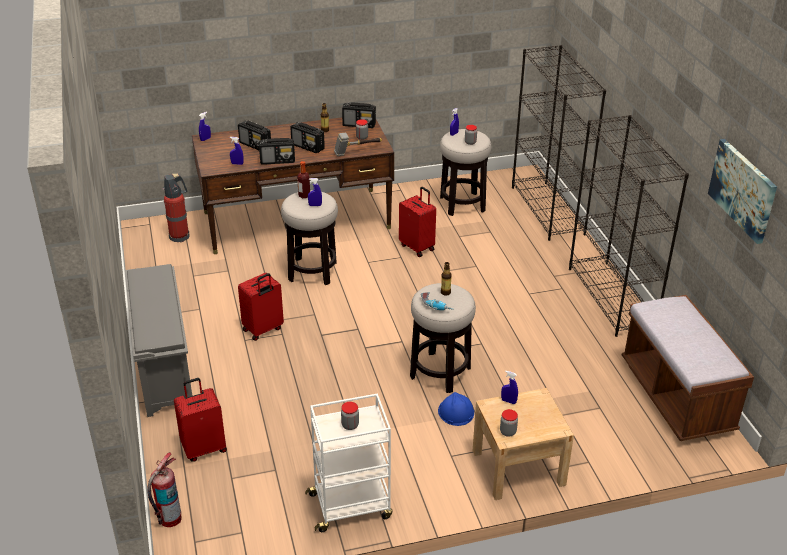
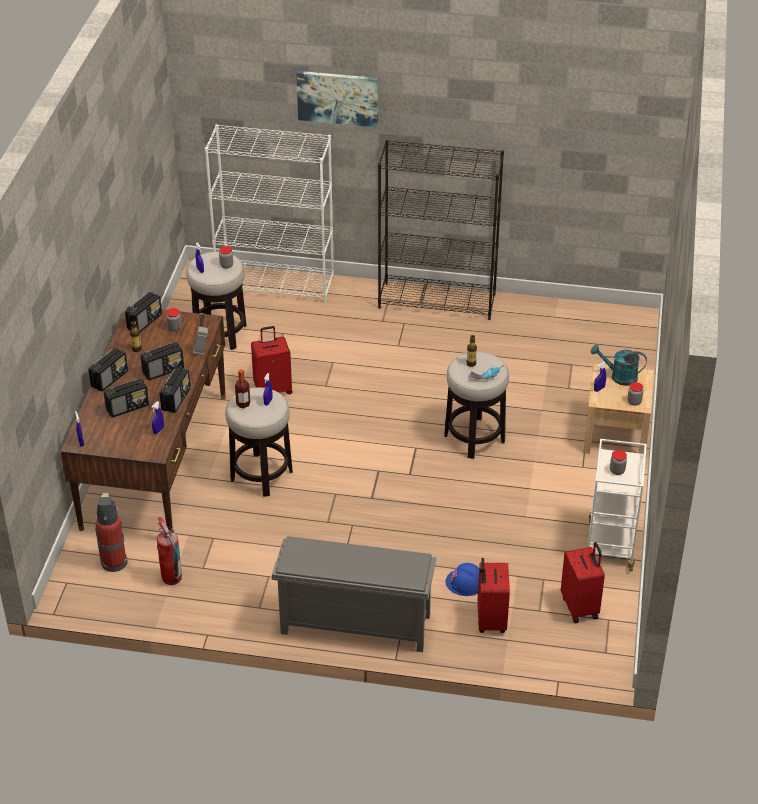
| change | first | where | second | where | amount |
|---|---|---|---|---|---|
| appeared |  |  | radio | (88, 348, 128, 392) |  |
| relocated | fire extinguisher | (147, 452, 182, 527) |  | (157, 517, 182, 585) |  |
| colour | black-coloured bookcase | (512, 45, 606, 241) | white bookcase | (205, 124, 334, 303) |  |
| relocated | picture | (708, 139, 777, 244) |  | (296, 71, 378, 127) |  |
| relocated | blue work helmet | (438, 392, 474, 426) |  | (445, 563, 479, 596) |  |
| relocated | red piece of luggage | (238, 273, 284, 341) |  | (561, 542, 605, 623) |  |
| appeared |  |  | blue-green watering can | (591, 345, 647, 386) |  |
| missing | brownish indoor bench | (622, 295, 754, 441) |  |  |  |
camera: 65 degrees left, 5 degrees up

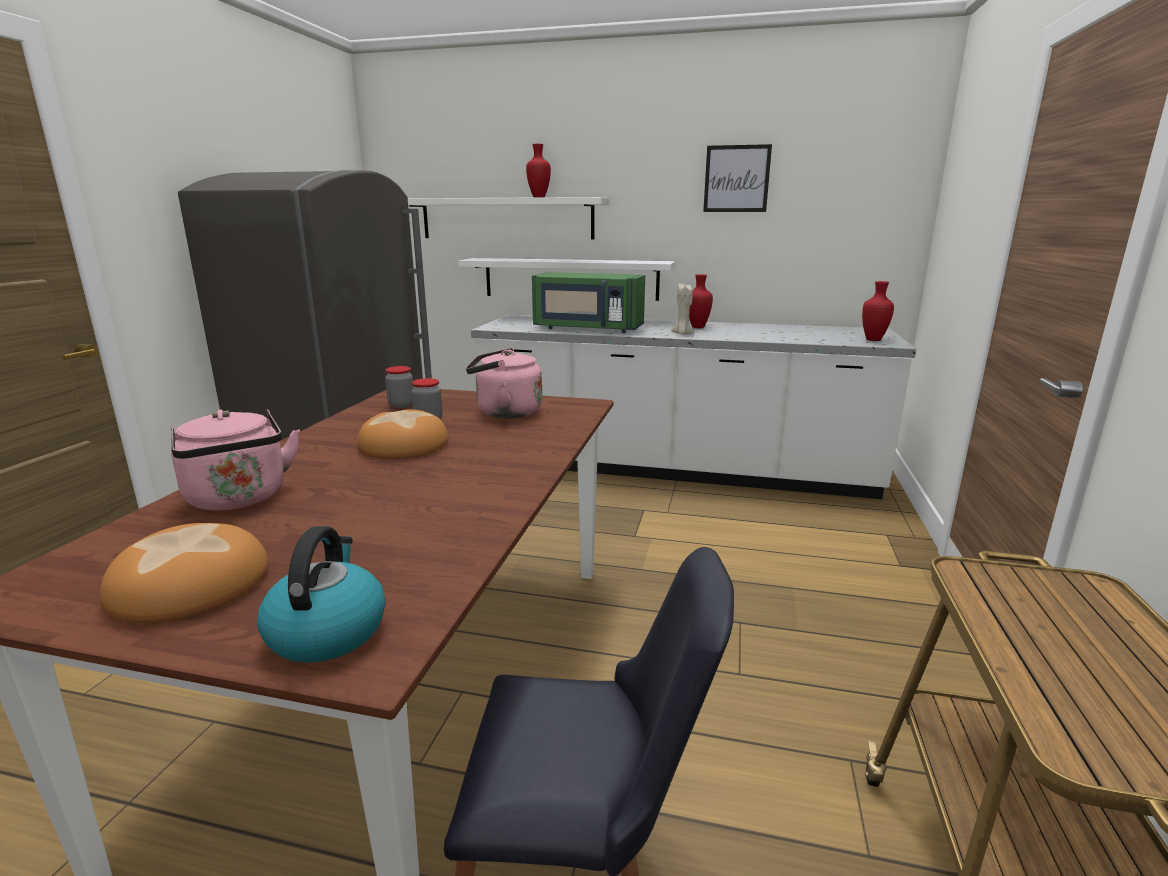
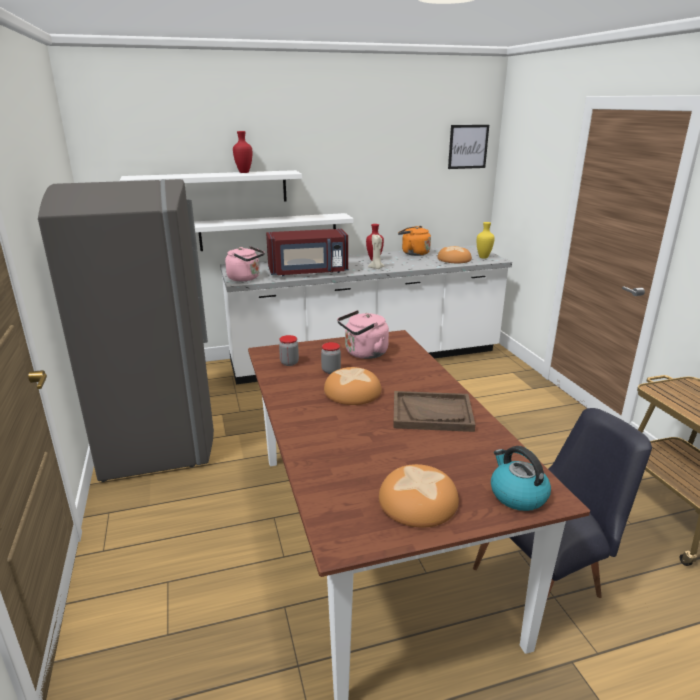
| change | first | where | second | where | amount |
|---|---|---|---|---|---|
| relocated | pink-coloured water kettle | (170, 410, 300, 510) |  | (225, 246, 265, 281) |  |
| colour | green-coloured microwave oven | (532, 272, 645, 333) | red microwave oven | (266, 229, 348, 276) |  |
| appeared |  |  | brownish carrying tray | (393, 391, 475, 432) |  |
| appeared |  |  | orangey water kettle | (398, 226, 431, 256) |  |
| appeared |  |  | baked bread | (437, 246, 472, 263) |  |
| relocated | picture | (703, 144, 772, 212) |  | (448, 125, 489, 169) |  |
| colour | red vase | (862, 281, 894, 341) | yellow vase | (477, 222, 495, 259) |  |
camera: 30 degrees left, 5 degrees up

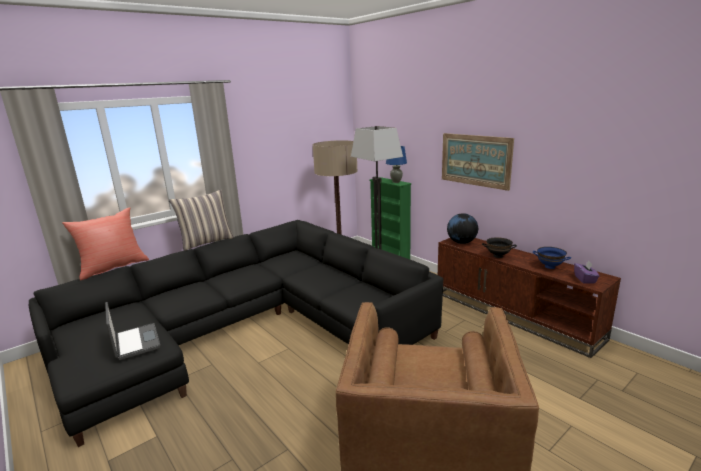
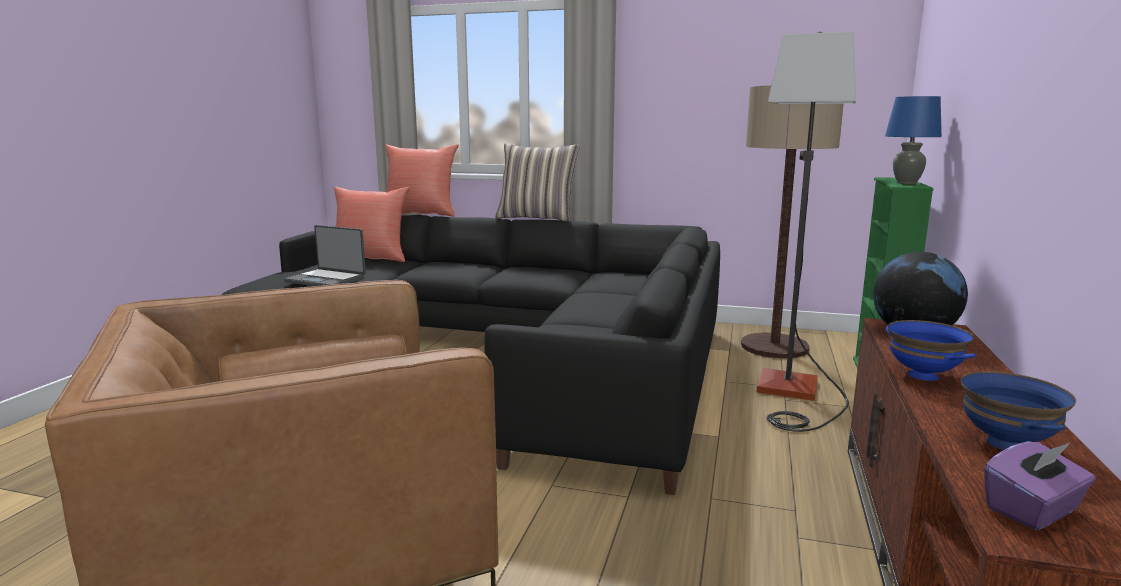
| change | first | where | second | where | amount |
|---|---|---|---|---|---|
| spun | notebook computer | (105, 302, 161, 360) |  | (284, 225, 366, 286) | 90 degrees clockwise |
| appeared |  |  | red pillow | (334, 186, 409, 262) |  |
| colour | black-coloured deep dish | (482, 237, 517, 258) | blue deep dish | (886, 320, 976, 381) |  |
| missing | picture | (442, 133, 514, 191) |  |  |  |
camera: 55 degrees right, 5 degrees down

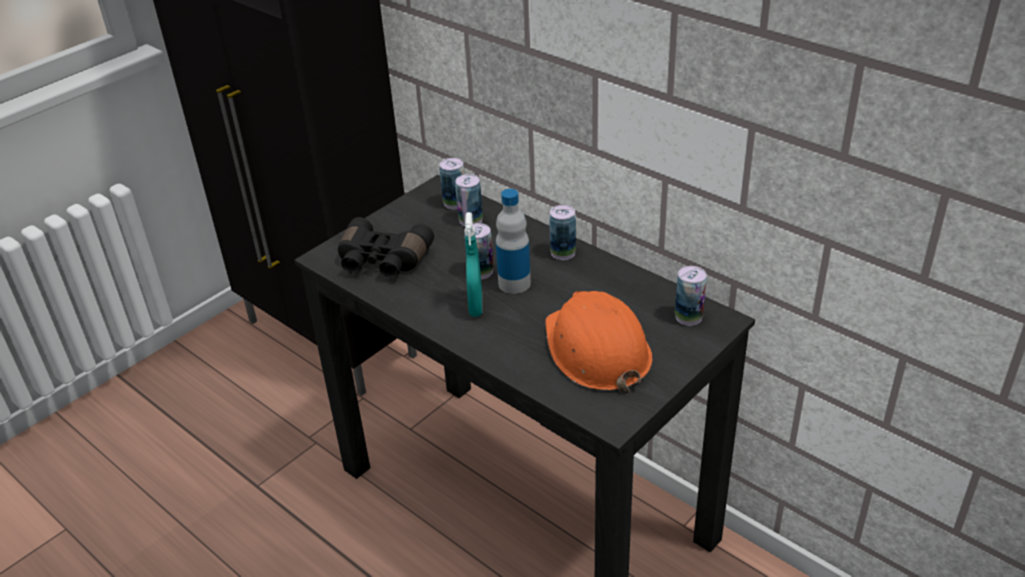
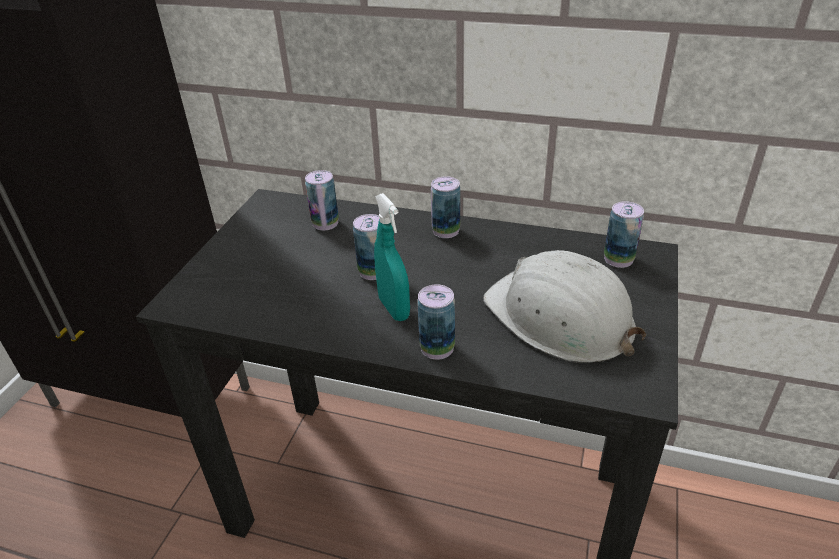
| change | first | where | second | where | amount |
|---|---|---|---|---|---|
| relocated | metal can | (439, 158, 465, 210) |  | (417, 284, 455, 360) |  |
| colour | orangey work helmet | (545, 291, 653, 393) | white work helmet | (483, 250, 646, 363) |  |
| missing | black-coloured binoculars | (338, 217, 434, 278) |  |  |  |
| missing | bottle | (496, 189, 531, 294) |  |  |  |
camera: 25 degrees left, 0 degrees up

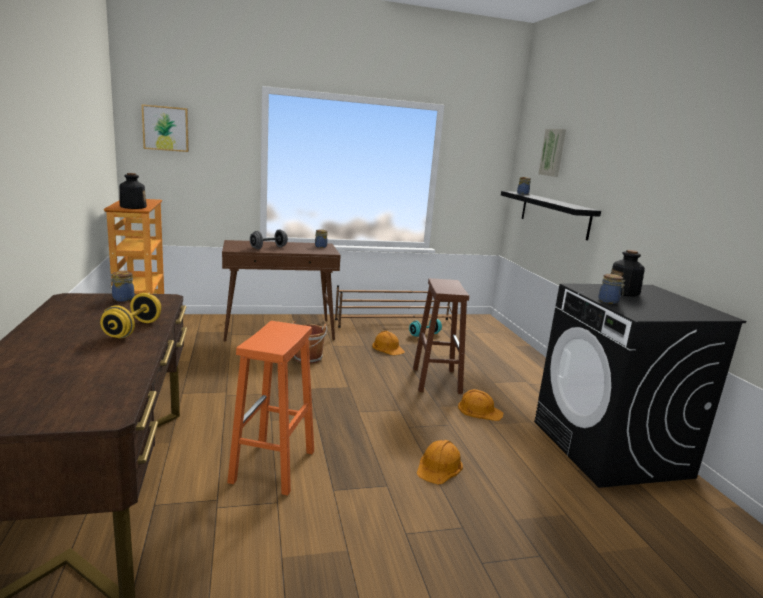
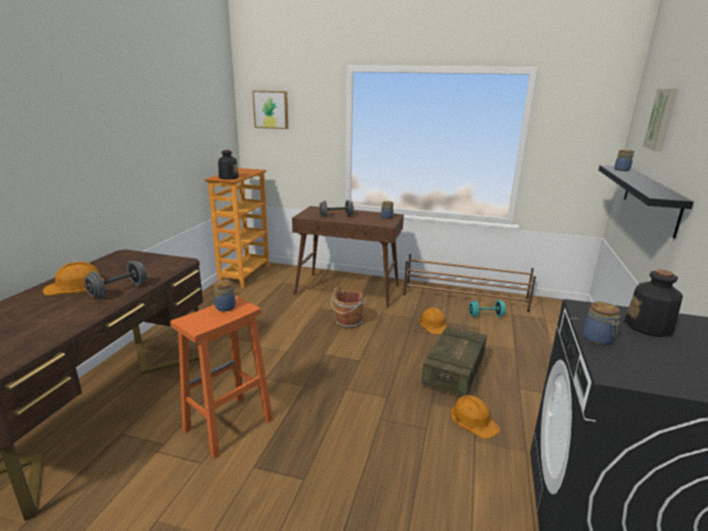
| change | first | where | second | where | amount |
|---|---|---|---|---|---|
| relocated | orangey work helmet | (417, 440, 463, 484) |  | (43, 262, 104, 295) |  |
| colour | yellow free weight | (100, 293, 161, 338) | grey free weight | (84, 260, 147, 298) |  |
| relocated | preserve jar | (110, 271, 134, 302) |  | (214, 280, 236, 311) |  |
| exchanged | brownish stool | (413, 278, 469, 394) | packing crate | (422, 326, 487, 396) |  |
camera: 30 degrees right, 5 degrees up

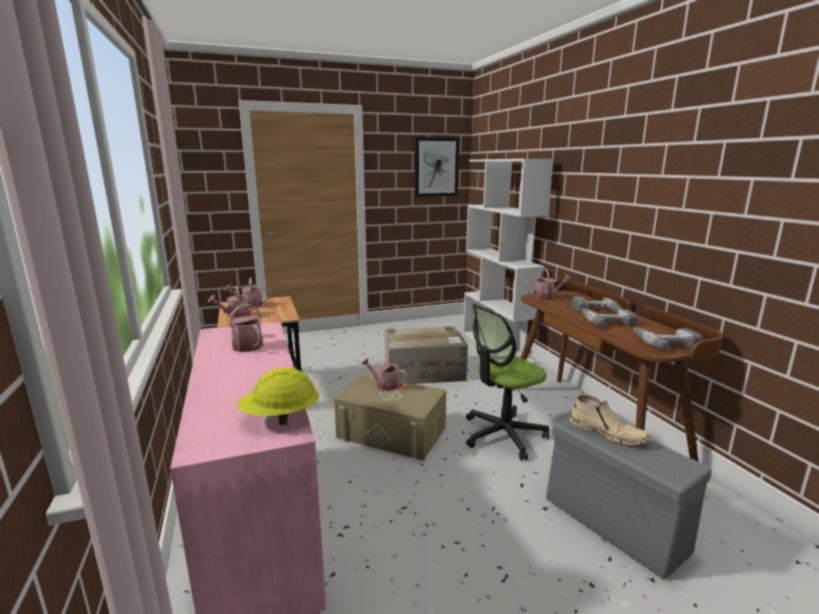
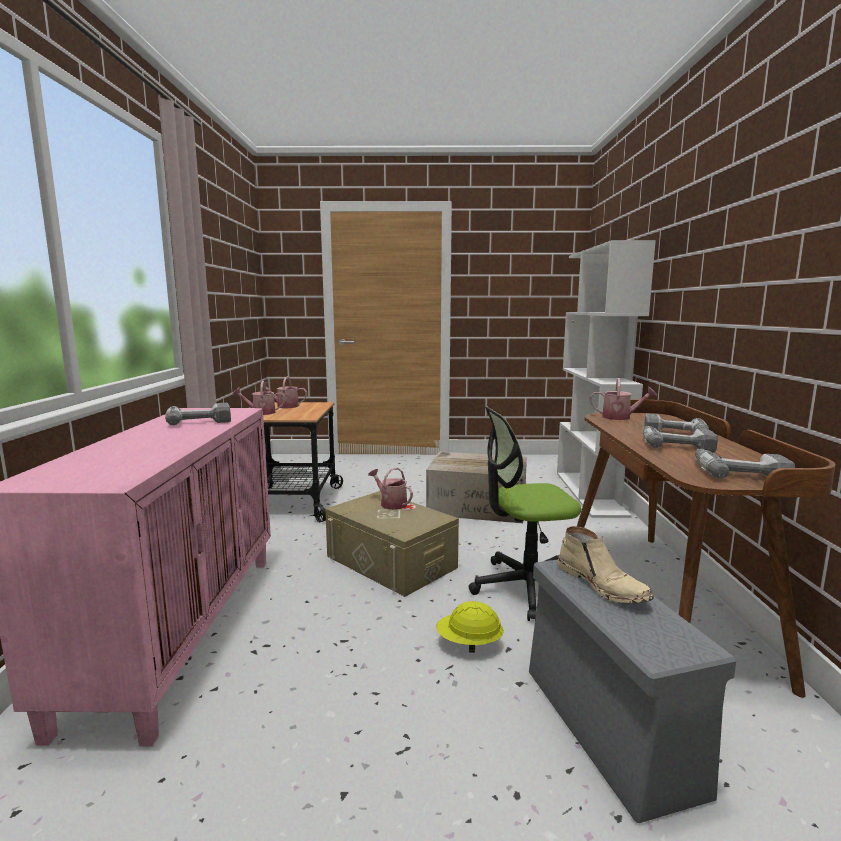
| change | first | where | second | where | amount |
|---|---|---|---|---|---|
| exchanged | watering can | (223, 304, 263, 352) | electric drill | (165, 403, 231, 425) |  |
| relocated | yellow work helmet | (237, 367, 319, 425) |  | (436, 601, 504, 653) |  |
| missing | picture | (415, 137, 459, 197) |  |  |  |
camera: 20 degrees right, 5 degrees down

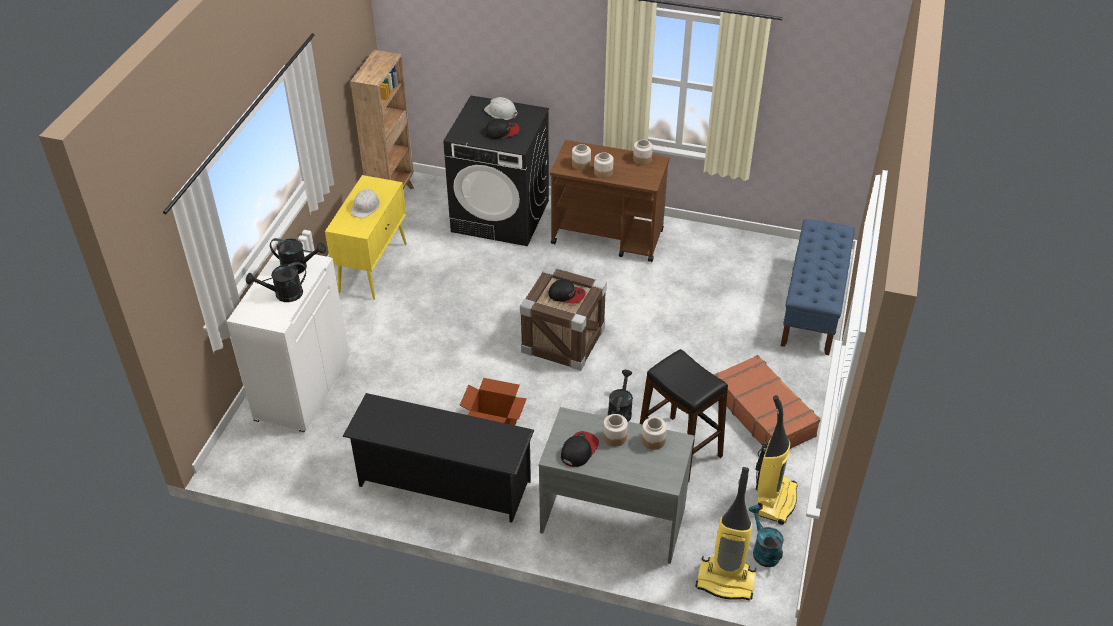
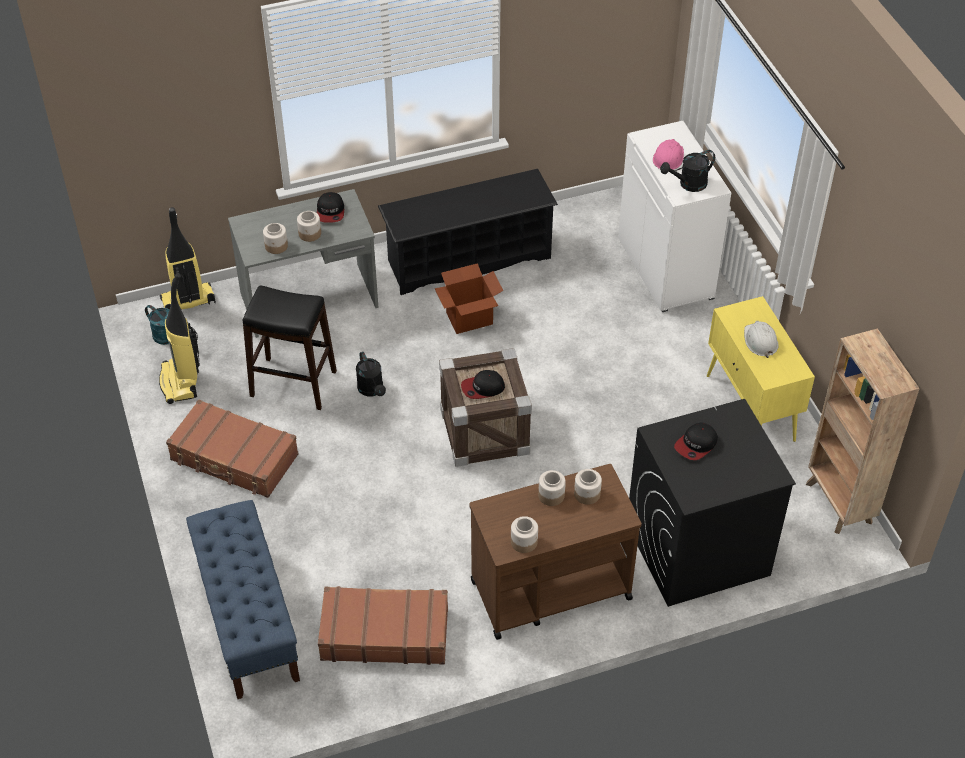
| change | first | where | second | where | amount |
|---|---|---|---|---|---|
| appeared |  |  | brownish piece of luggage | (318, 586, 448, 665) |  |
| exchanged | black-coloured watering can | (246, 262, 306, 302) | pink-coloured work helmet | (653, 139, 684, 170) |  |
| missing | white work helmet | (484, 97, 518, 120) |  |  |  |
camera: 145 degrees right, 5 degrees up

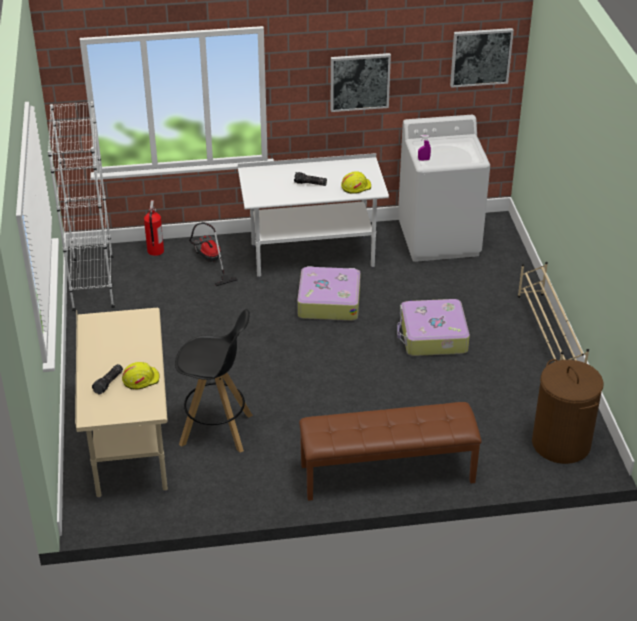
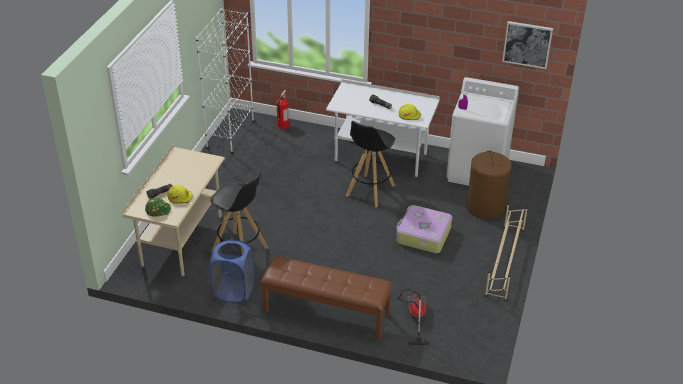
| change | first | where | second | where | amount |
|---|---|---|---|---|---|
| appeared |  |  | green-coloured work helmet | (145, 198, 171, 217) |  |
| appeared |  |  | blue hamper | (210, 239, 255, 303) |  |
| exchanged | piece of luggage | (297, 266, 360, 321) | black-coloured stool | (346, 121, 395, 207) |  |
| relocated | hoover | (189, 222, 238, 286) |  | (398, 289, 429, 345) |  |
| relocated | brownish hamper | (532, 359, 604, 464) |  | (467, 151, 511, 219) |  |
| missing | picture | (330, 53, 391, 112) |  |  |  |
camera: 25 degrees right, 0 degrees up

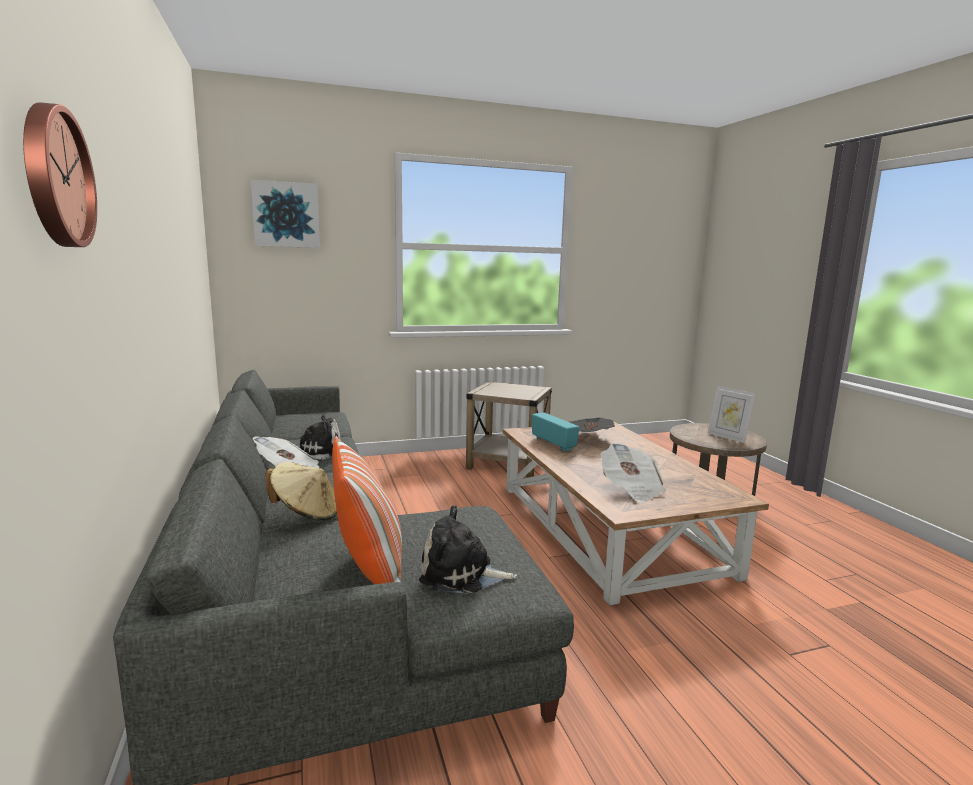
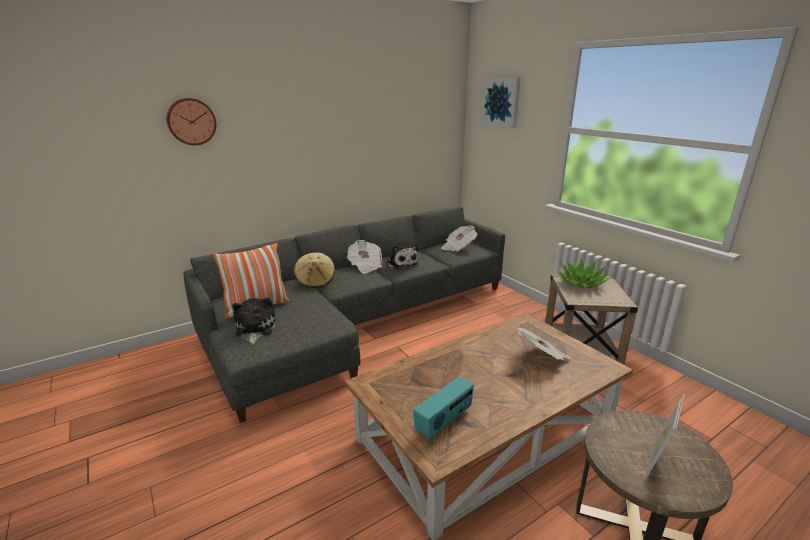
| change | first | where | second | where | amount |
|---|---|---|---|---|---|
| relocated | radio | (532, 412, 579, 451) |  | (413, 376, 474, 440) |  |
| relocated | daily paper | (600, 443, 666, 503) |  | (442, 225, 477, 251) |  |
| appeared |  |  | potted plant | (557, 258, 610, 288) |  |
camera: 75 degrees right, 10 degrees up

